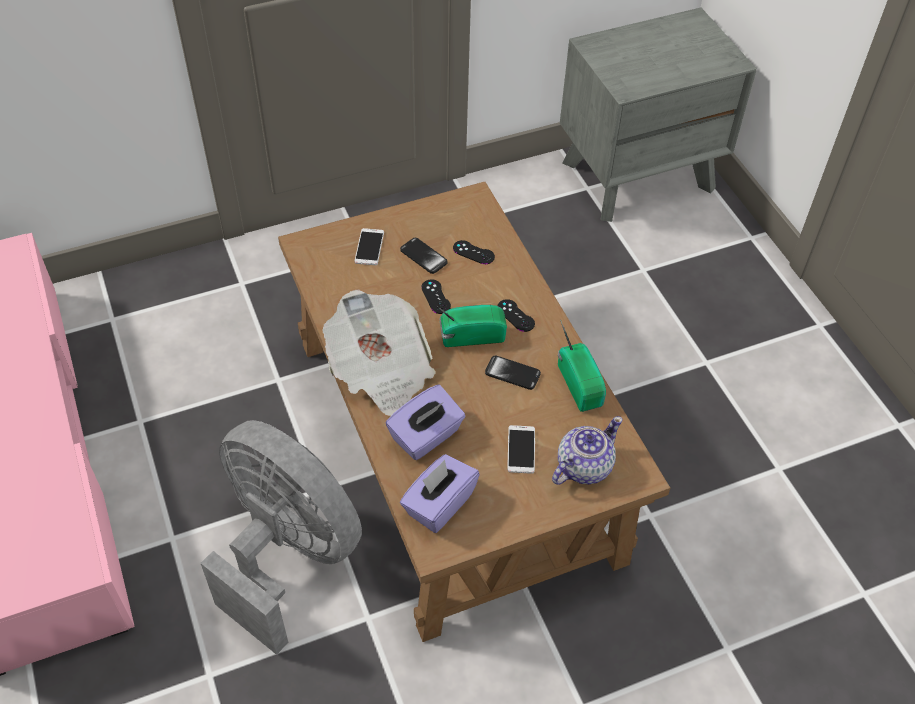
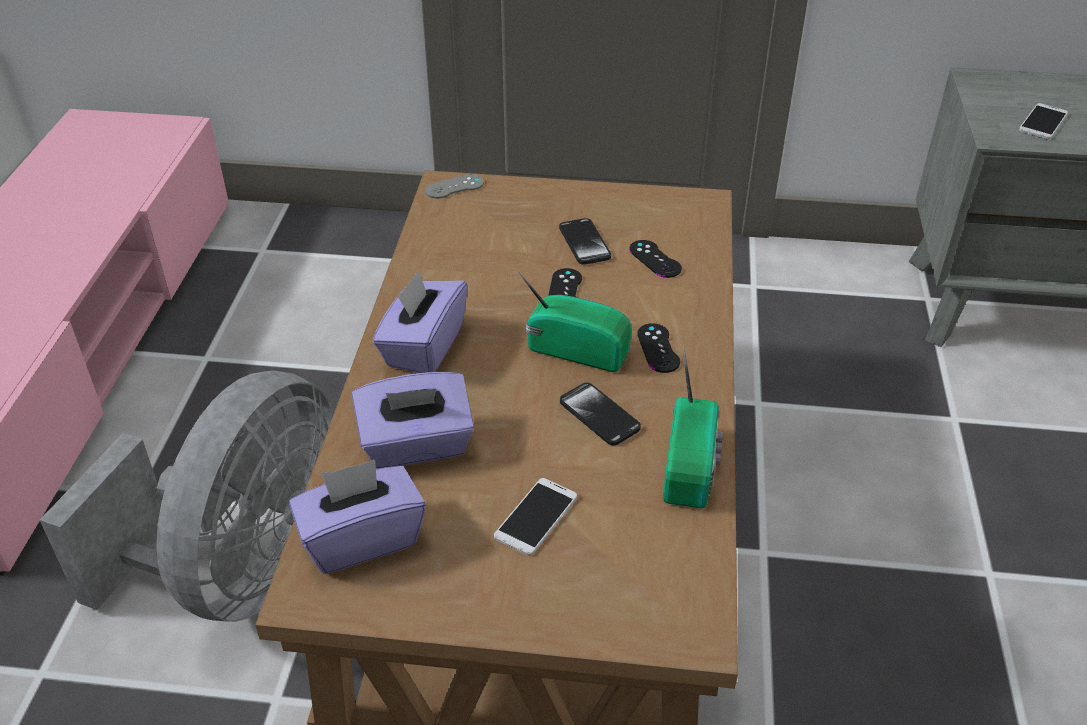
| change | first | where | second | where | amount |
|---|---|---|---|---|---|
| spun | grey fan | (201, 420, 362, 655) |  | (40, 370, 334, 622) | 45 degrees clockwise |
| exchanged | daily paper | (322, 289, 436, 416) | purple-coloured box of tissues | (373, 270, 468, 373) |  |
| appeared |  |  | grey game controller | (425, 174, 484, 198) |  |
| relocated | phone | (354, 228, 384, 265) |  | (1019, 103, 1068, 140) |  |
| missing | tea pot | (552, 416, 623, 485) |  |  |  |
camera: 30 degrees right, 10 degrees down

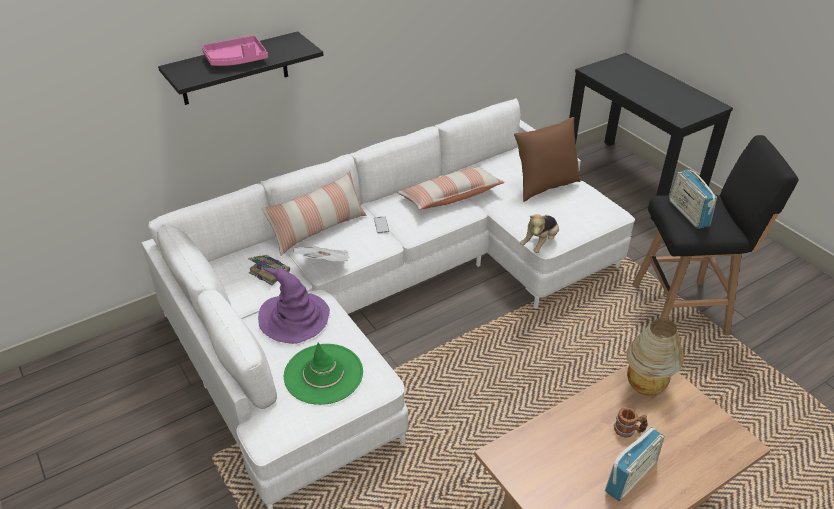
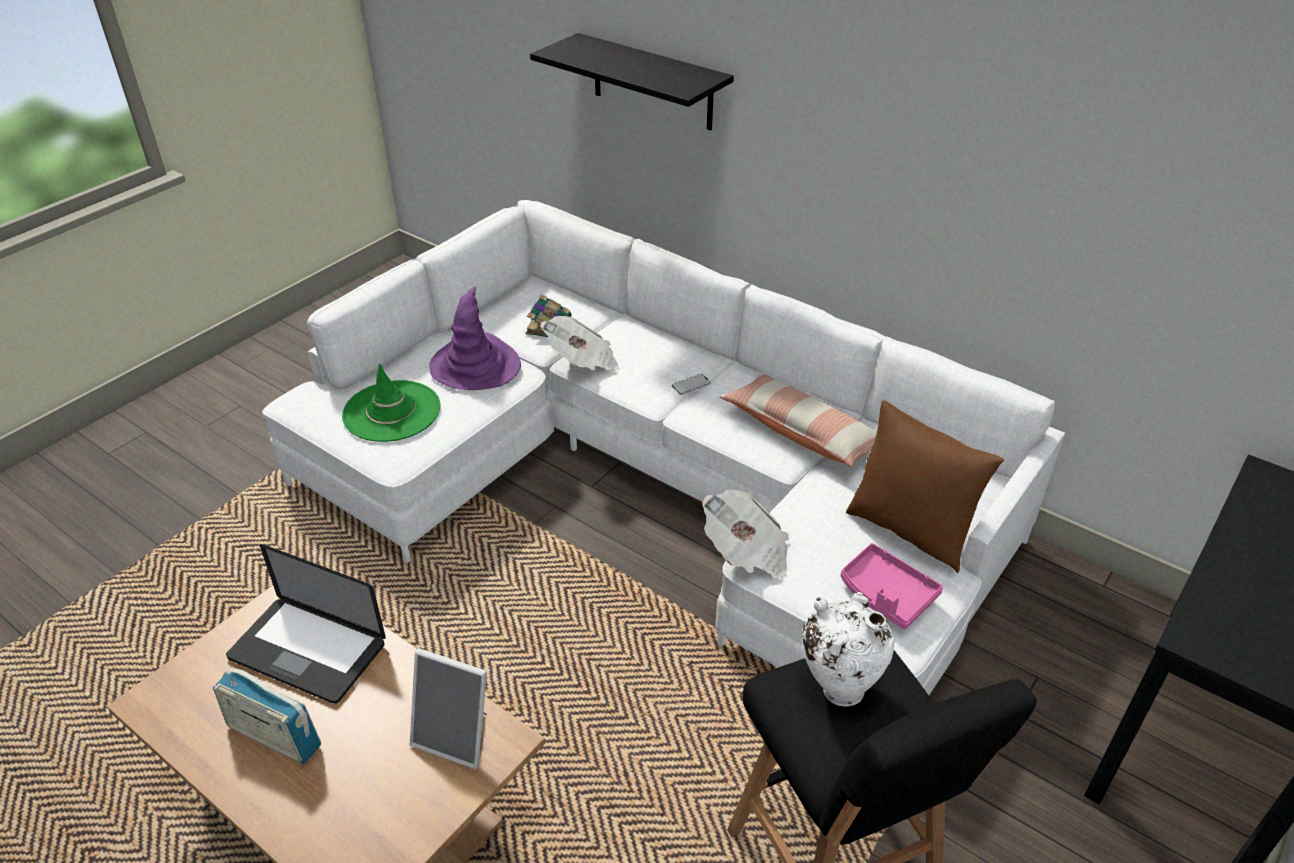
| change | first | where | second | where | amount |
|---|---|---|---|---|---|
| appeared |  |  | notebook computer | (226, 544, 386, 704) |  |
| exchanged | tabletop lamp | (627, 318, 684, 396) | photo frame | (410, 648, 487, 769) |  |
| exchanged | plush toy | (520, 214, 559, 253) | daily paper | (703, 489, 789, 578) |  |
| exchanged | radio | (669, 167, 717, 229) | white vase | (801, 592, 895, 707) |  |
| relocated | pink-coloured carrying tray | (202, 35, 268, 66) |  | (841, 543, 943, 629) |  |
| missing | pillow | (261, 171, 366, 256) |  |  |  |
| missing | coffee mug | (614, 408, 648, 437) |  |  |  |
camera: 70 degrees right, 0 degrees up

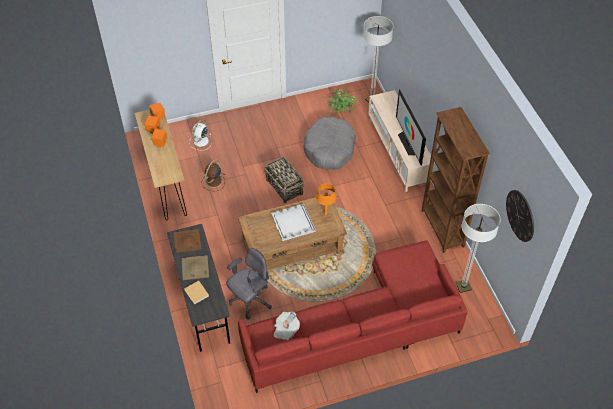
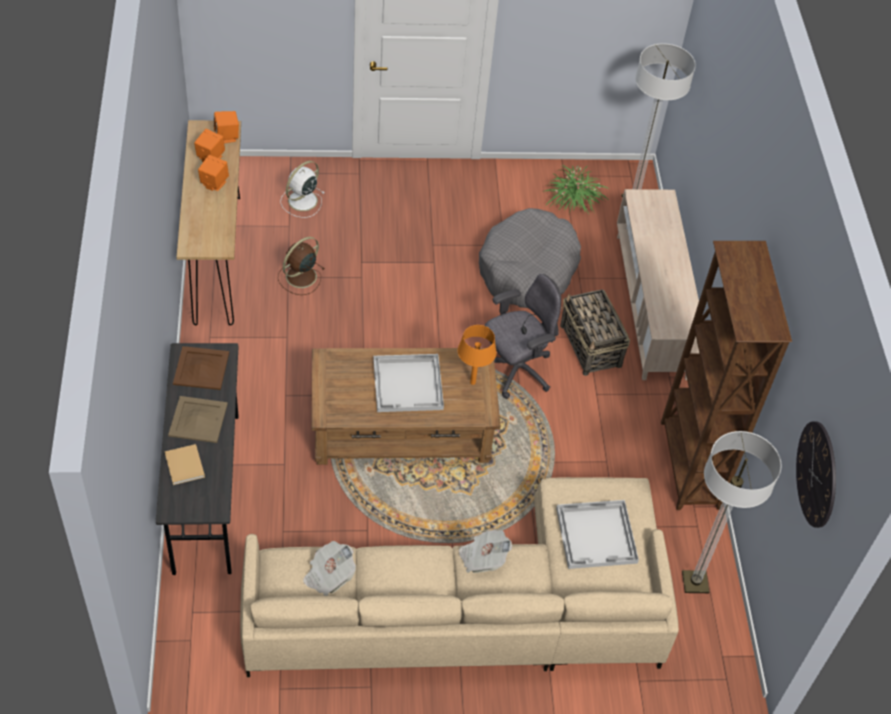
| change | first | where | second | where | amount |
|---|---|---|---|---|---|
| colour | red sofa | (238, 240, 468, 393) | beige sofa | (240, 477, 679, 677) |  |
| appeared |  |  | daily paper | (458, 530, 512, 573) |  |
| relocated | grey desk chair | (226, 248, 272, 320) |  | (485, 274, 561, 399) |  |
| appeared |  |  | white carrying tray | (556, 500, 639, 569) |  |
| relocated | storage basket | (264, 157, 304, 203) |  | (560, 289, 630, 376) |  |
| missing | TV | (396, 89, 426, 166) |  |  |  |
camera: 10 degrees right, 0 degrees up

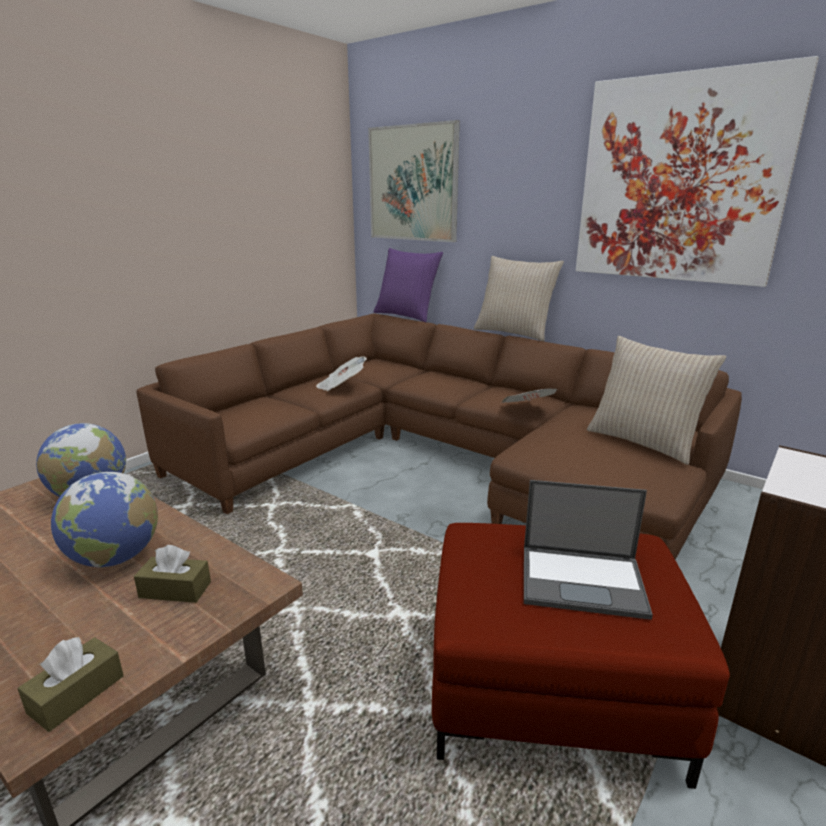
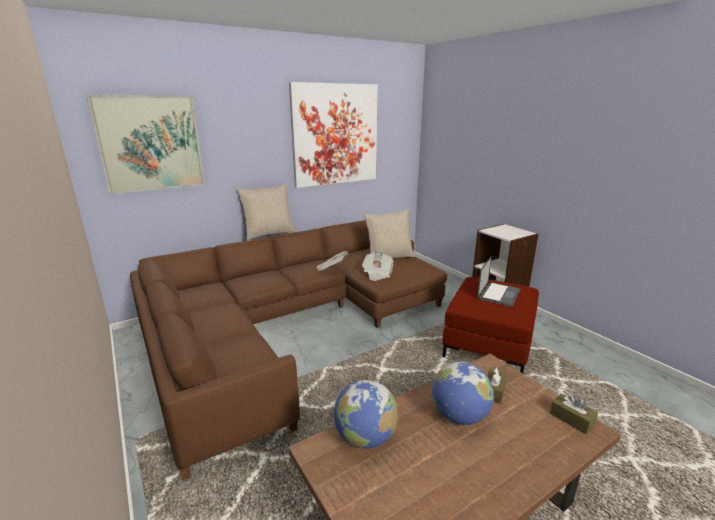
| change | first | where | second | where | amount |
|---|---|---|---|---|---|
| relocated | daily paper | (316, 356, 367, 391) |  | (362, 251, 394, 281) |  |
| missing | purple-coloured pillow | (374, 248, 443, 322) |  |  |  |
camera: 70 degrees left, 0 degrees up

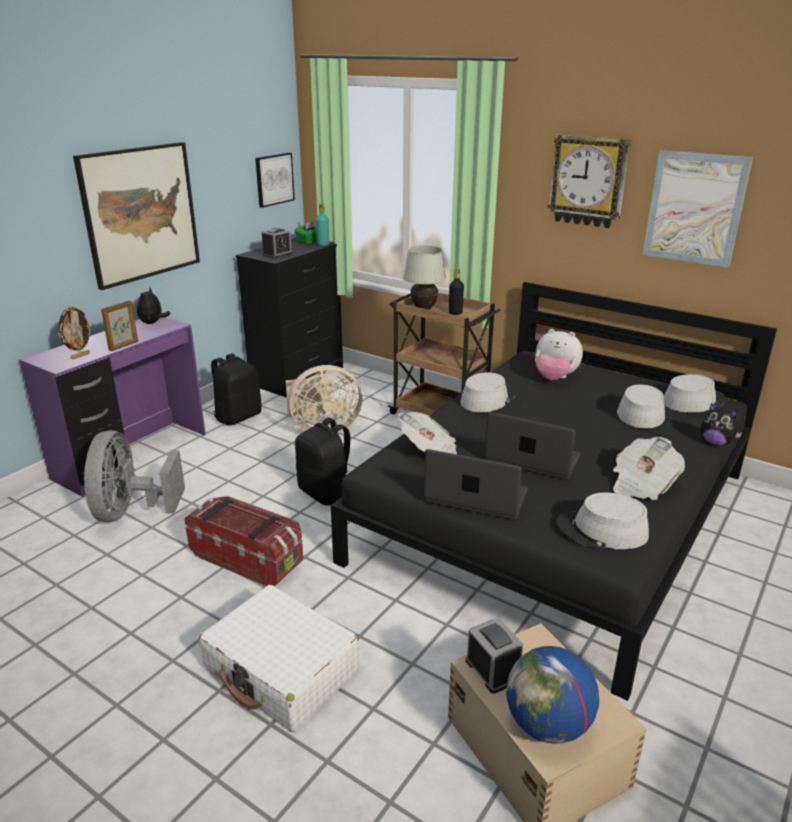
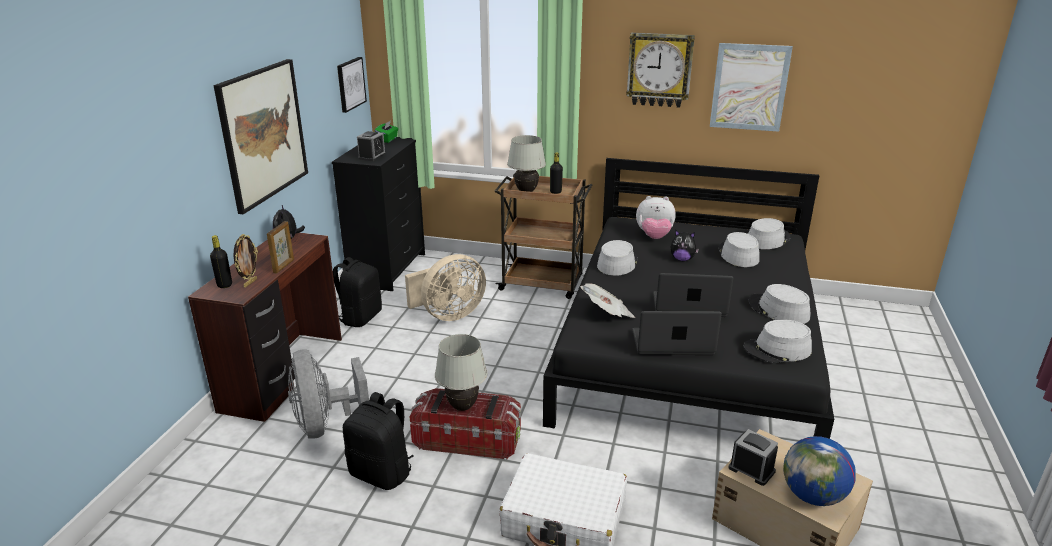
| change | first | where | second | where | amount |
|---|---|---|---|---|---|
| colour | purple-coloured desk table | (19, 317, 206, 497) | brownish desk table | (188, 233, 342, 422) |  |
| appeared |  |  | black-coloured bottle | (210, 235, 232, 288) |  |
| relocated | black-coloured backpack | (295, 418, 350, 506) |  | (343, 392, 414, 490) |  |
| appeared |  |  | white tabletop lamp | (435, 334, 488, 411) |  |
| relocated | plush toy | (701, 403, 742, 446) |  | (671, 230, 699, 261) |  |
| exchanged | daily paper | (613, 437, 685, 500) | grey wearable hat | (748, 284, 810, 324) |  |
| missing | blue-green bottle | (316, 203, 329, 246) |  |  |  |
camera: 20 degrees left, 0 degrees up

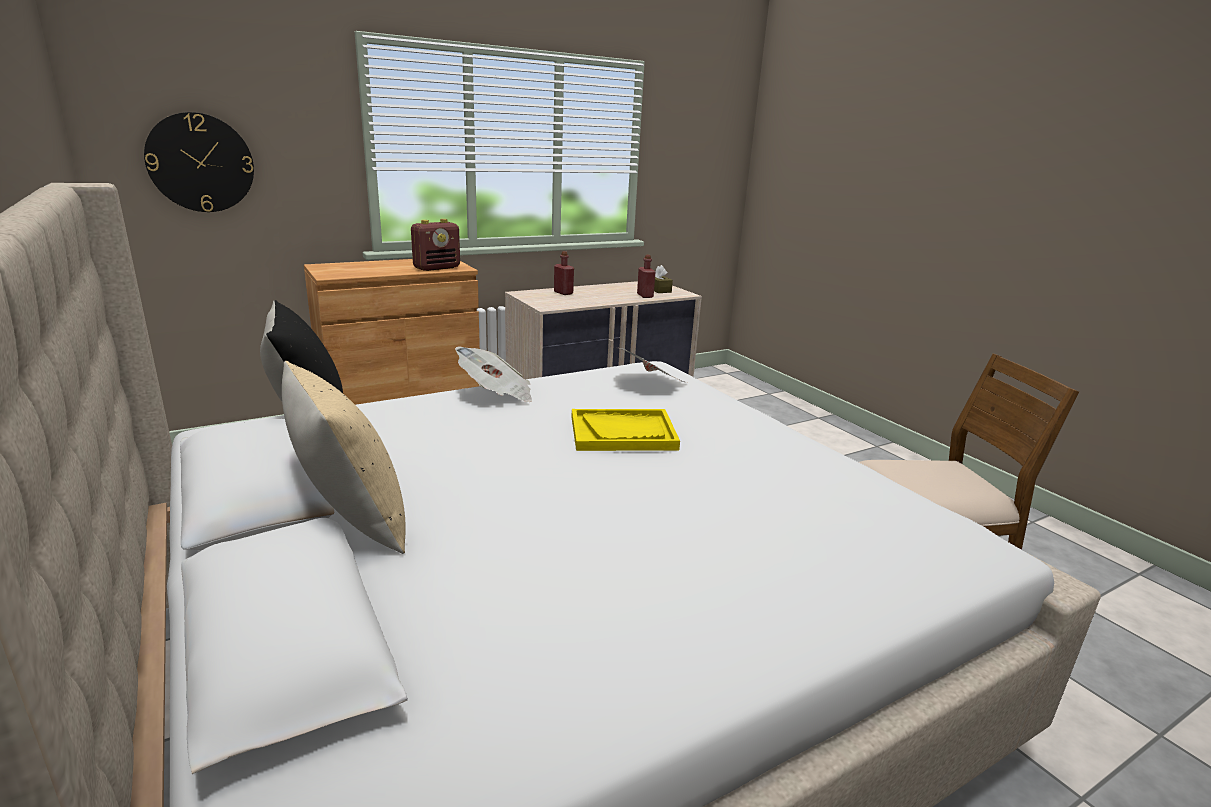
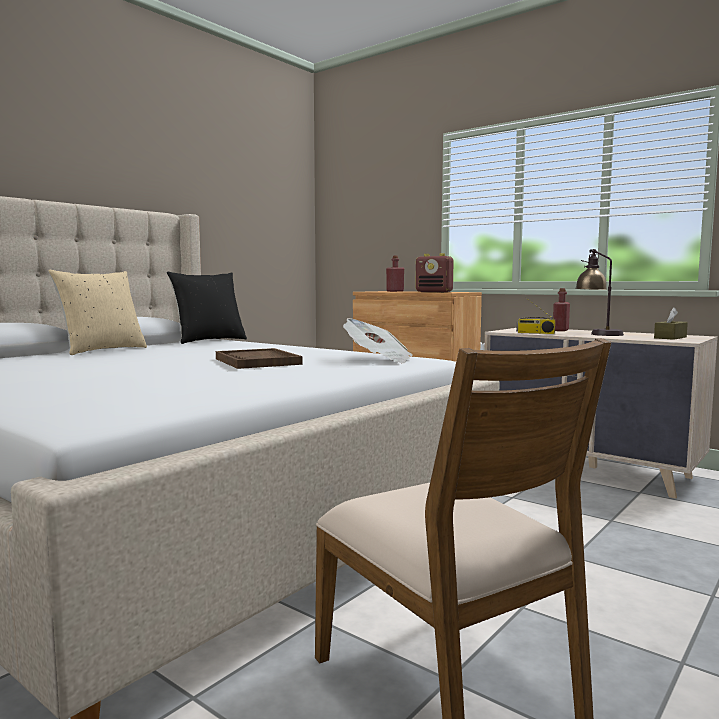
| change | first | where | second | where | amount |
|---|---|---|---|---|---|
| colour | yellow carrying tray | (572, 409, 680, 451) | brownish carrying tray | (216, 348, 302, 369) |  |
| relocated | red bottle | (637, 255, 656, 298) |  | (386, 256, 404, 292) |  |
| appeared |  |  | radio | (516, 298, 555, 334) |  |
| appeared |  |  | tabletop lamp | (575, 249, 624, 336) |  |
| missing | hanging clock | (144, 112, 254, 212) |  |  |  |
| missing | daily paper | (455, 346, 532, 402) |  |  |  |
camera: 70 degrees right, 15 degrees down

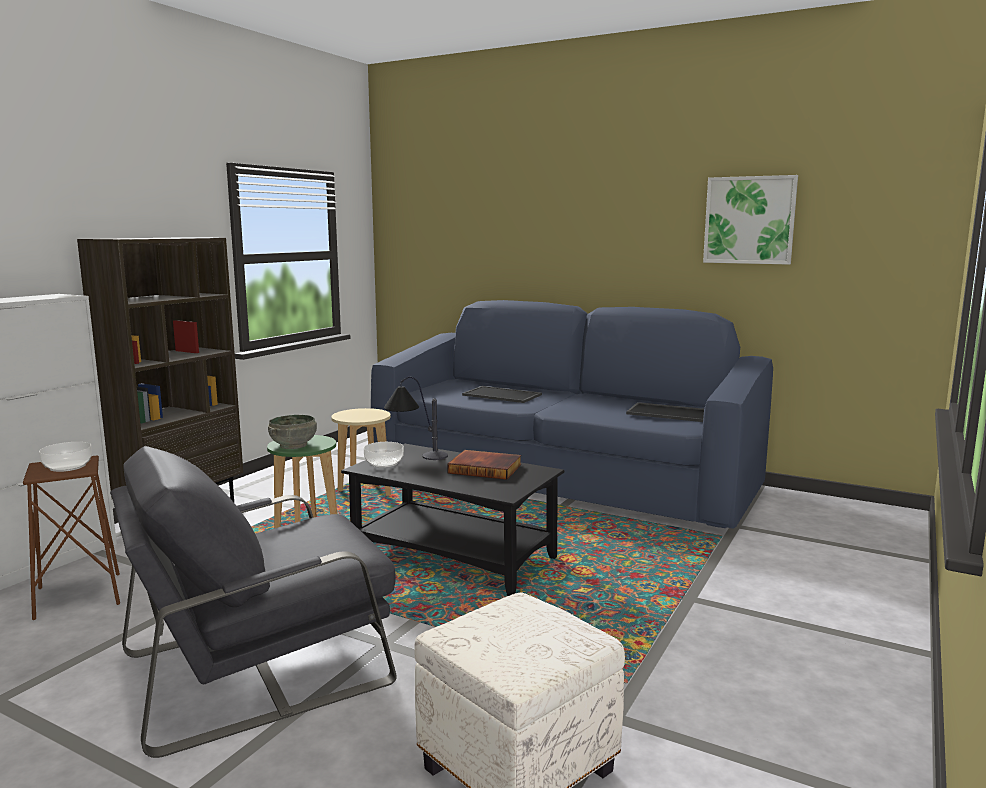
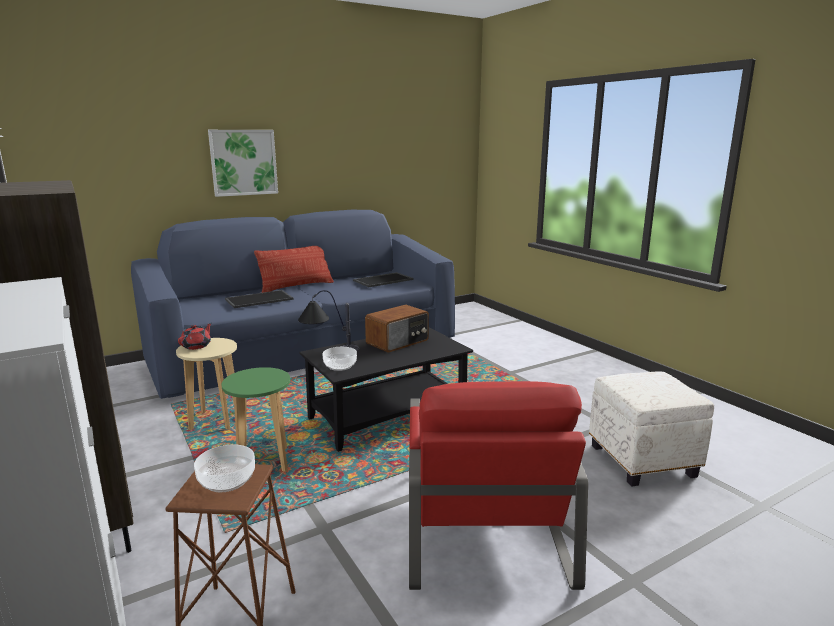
| change | first | where | second | where | amount |
|---|---|---|---|---|---|
| appeared |  |  | red tea pot | (178, 323, 212, 350) |  |
| relocated | picture | (703, 175, 798, 265) |  | (208, 130, 278, 197) |  |
| appeared |  |  | pillow | (254, 246, 334, 293) |  |
| exchanged | bound book | (447, 450, 521, 480) | radio | (365, 304, 429, 353) |  |
| colour | grey lounge chair | (110, 446, 397, 758) | red lounge chair | (409, 381, 588, 590) |  |
| missing | grey deep dish | (268, 415, 317, 449) |  |  |  |
camera: 60 degrees left, 5 degrees up

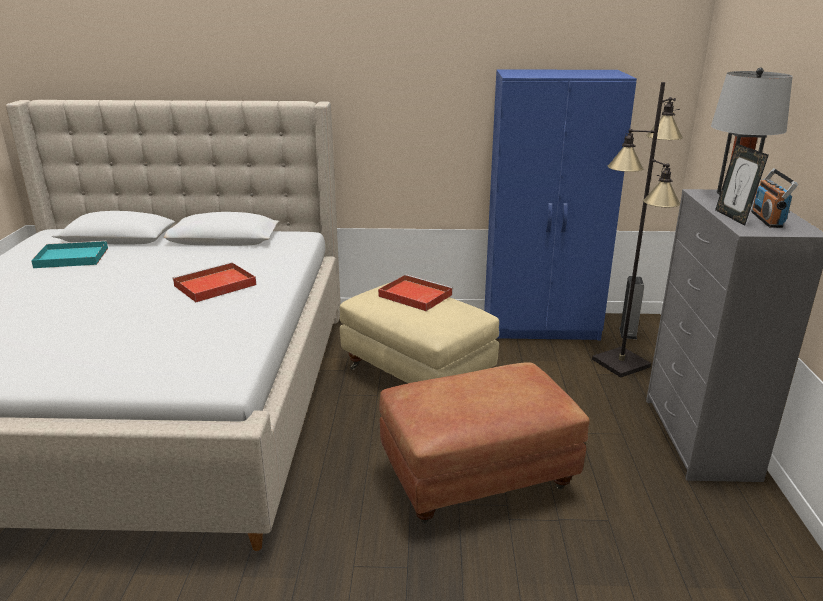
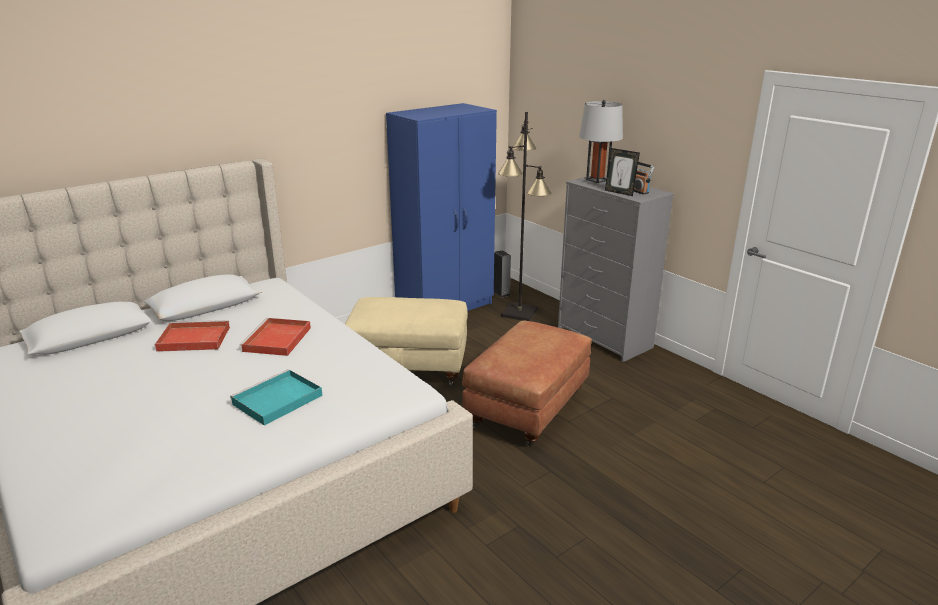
| change | first | where | second | where | amount |
|---|---|---|---|---|---|
| relocated | red carrying tray | (378, 274, 453, 311) |  | (155, 320, 230, 352) |  |
| relocated | blue-green carrying tray | (31, 241, 108, 268) |  | (230, 369, 322, 426) |  |
camera: 40 degrees left, 0 degrees up

